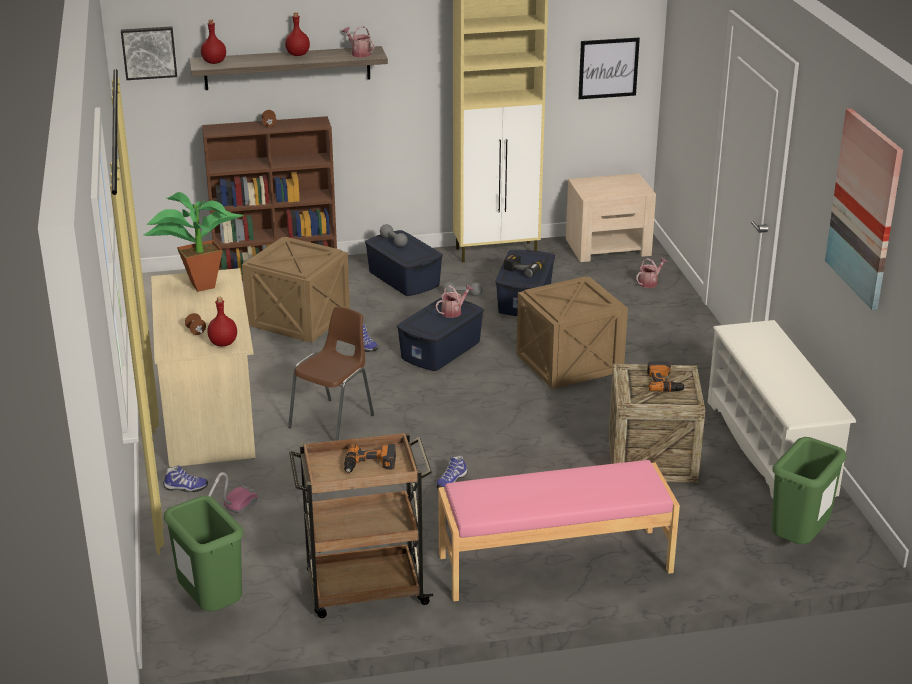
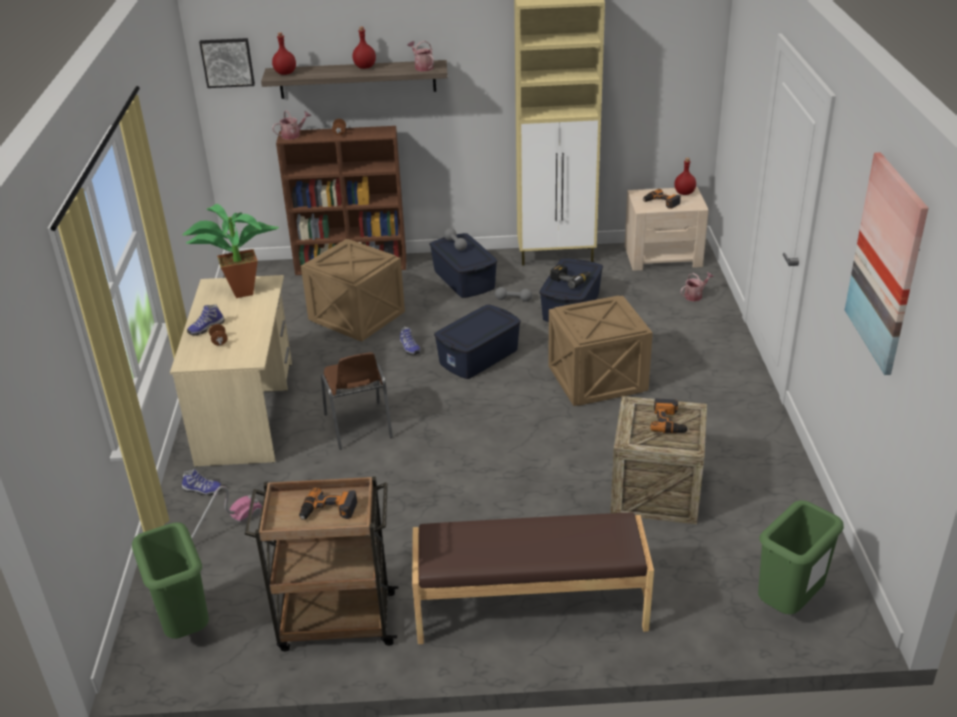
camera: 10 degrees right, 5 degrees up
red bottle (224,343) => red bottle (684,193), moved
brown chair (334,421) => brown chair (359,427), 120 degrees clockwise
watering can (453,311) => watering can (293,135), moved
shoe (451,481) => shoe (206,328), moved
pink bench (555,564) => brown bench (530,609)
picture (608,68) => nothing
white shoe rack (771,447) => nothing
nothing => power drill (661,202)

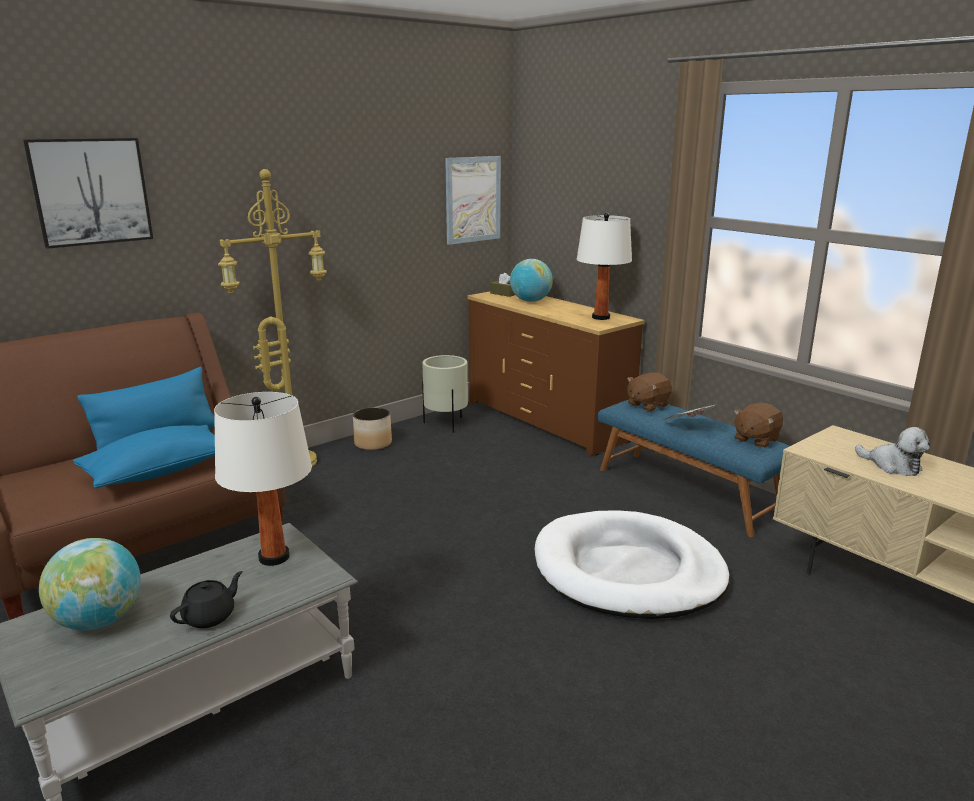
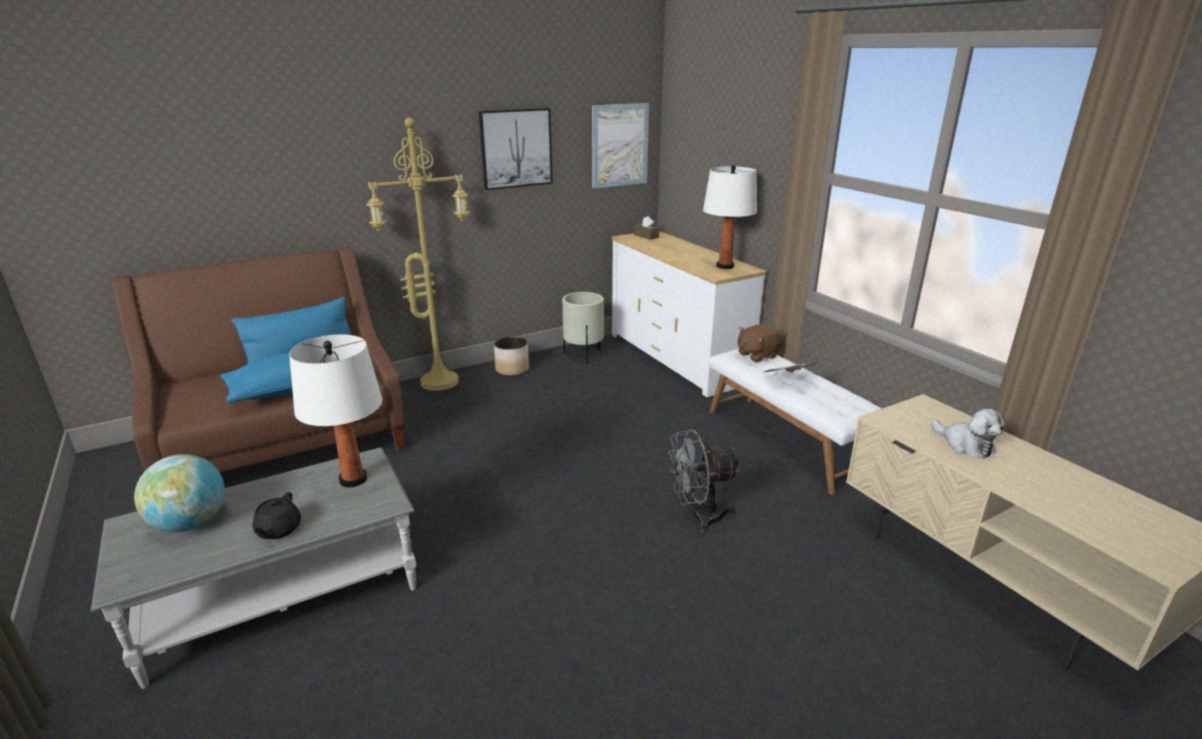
camera: 10 degrees right, 5 degrees up
picture (91,191) => picture (516,148), moved
black teapot (210,616) => black teapot (278,530), 135 degrees clockwise
brown dresser (547,420) => white dresser (677,358)
globe (530,301) => nothing
white dog bed (628,571) => grey fan (698,516)
blue bench (688,491) => white bench (786,441)
brown plush toy (755,439) => nothing

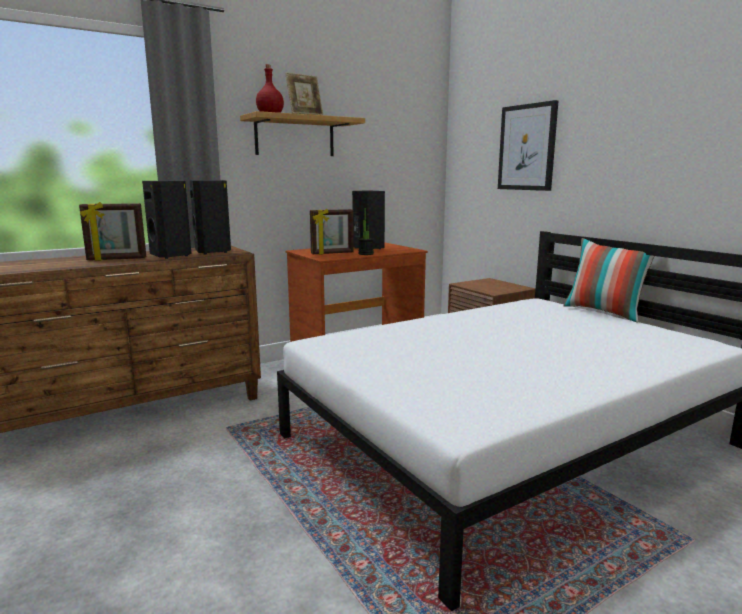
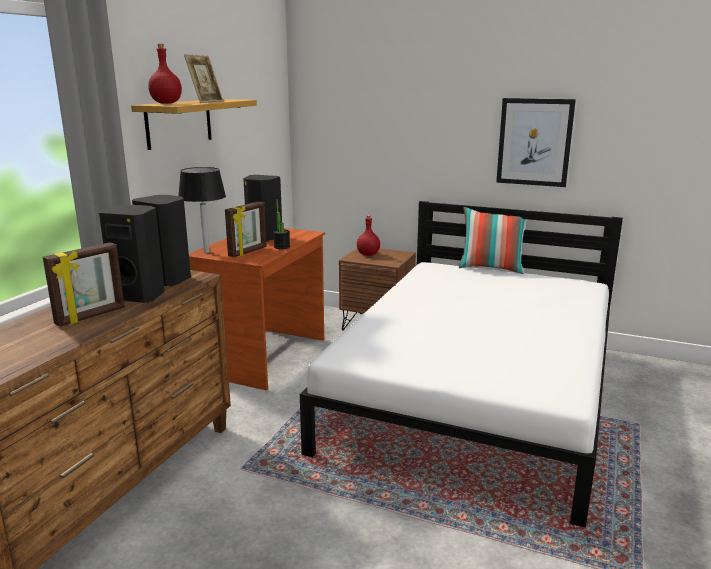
camera: 35 degrees left, 5 degrees up
picture (527,147) => picture (534,142), moved
nothing => black table lamp (206,252)
nothing => red bottle (368,254)

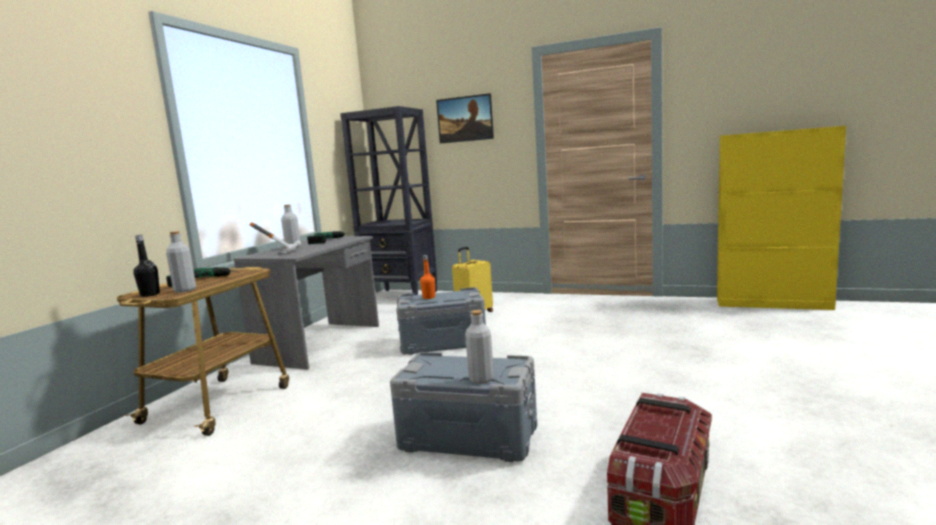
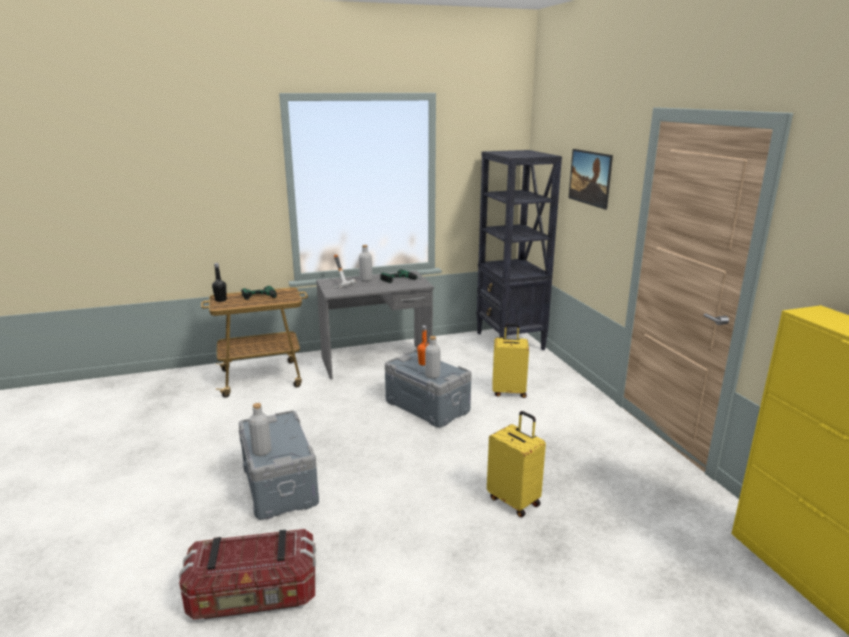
camera: 50 degrees right, 10 degrees up
grey bottle (185,290) => grey bottle (432,375), moved
nothing => yellow suitcase (514,500)

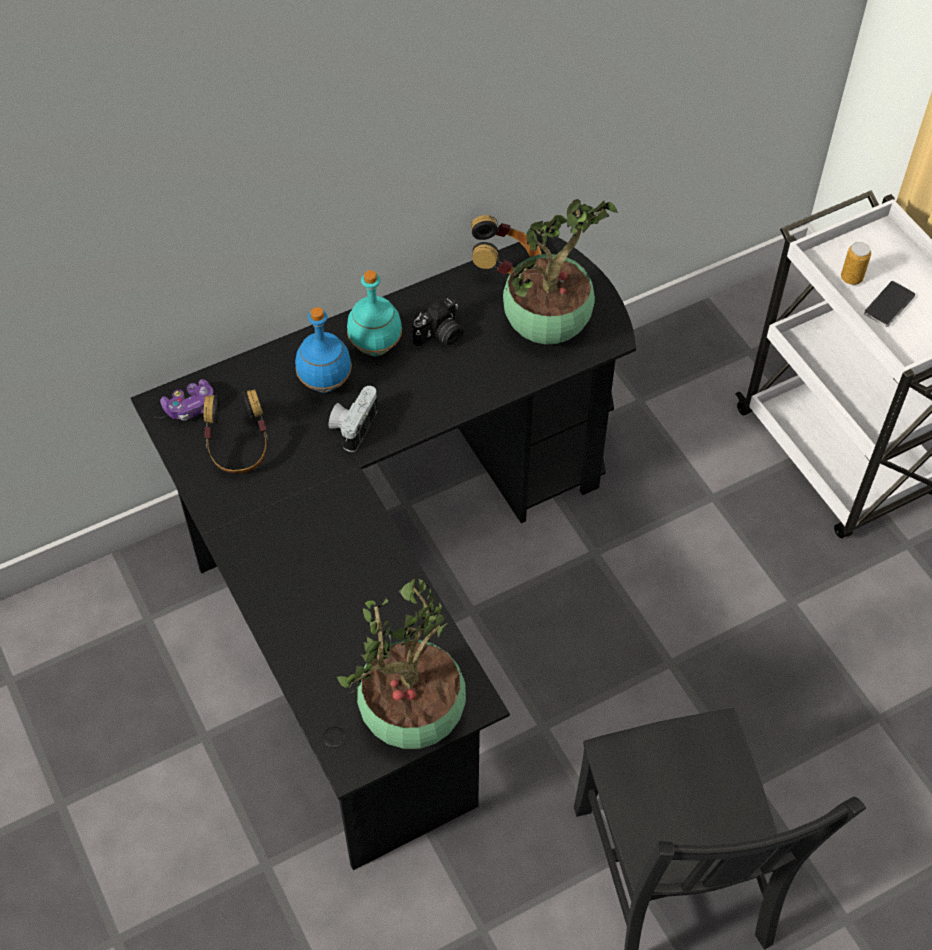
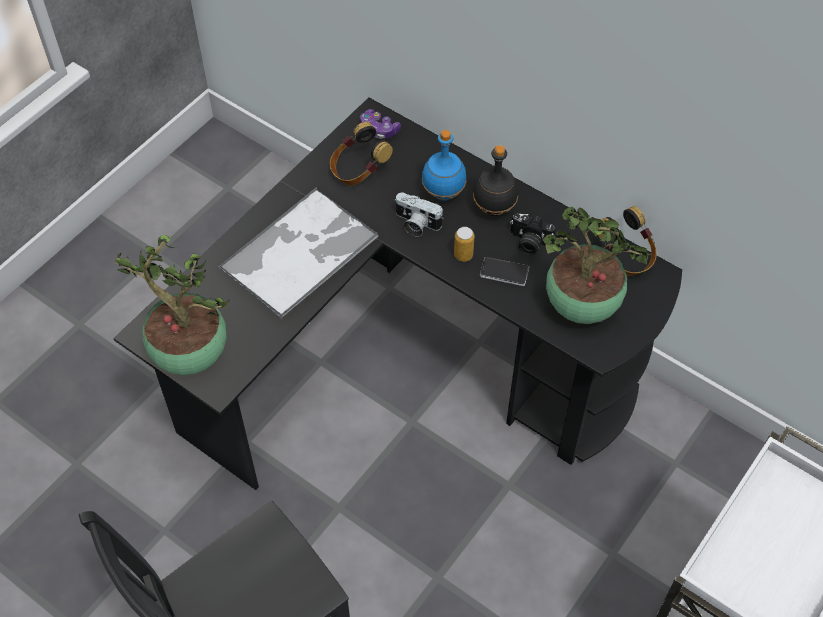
camera: 65 degrees right, 0 degrees up
photo camera (353,425) => photo camera (415,224), 150 degrees counterclockwise
turquoise bottle (376,346) => black bottle (495,208)
can (851,278) => can (463,255), moved
phone (889,305) => phone (504,272), moved
nothing => tray (300,252)

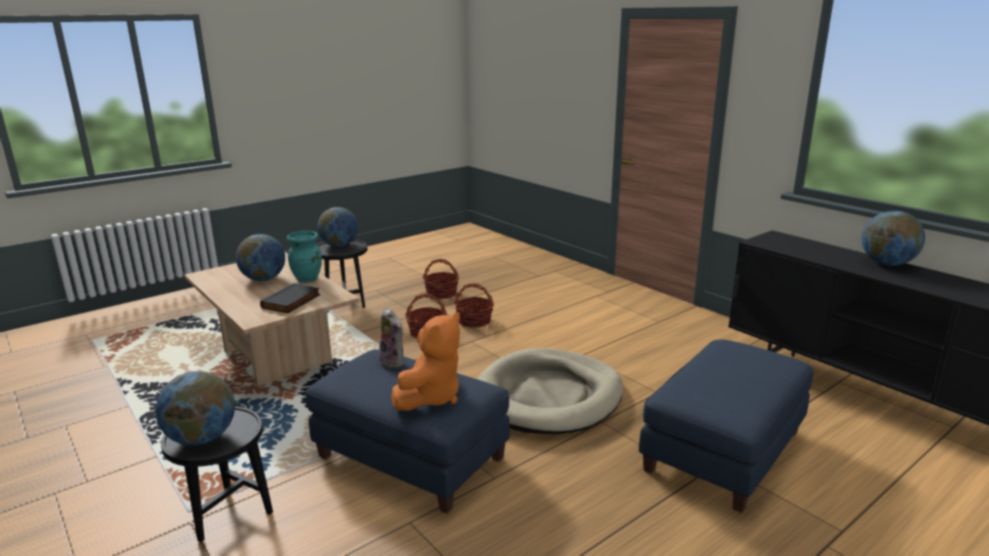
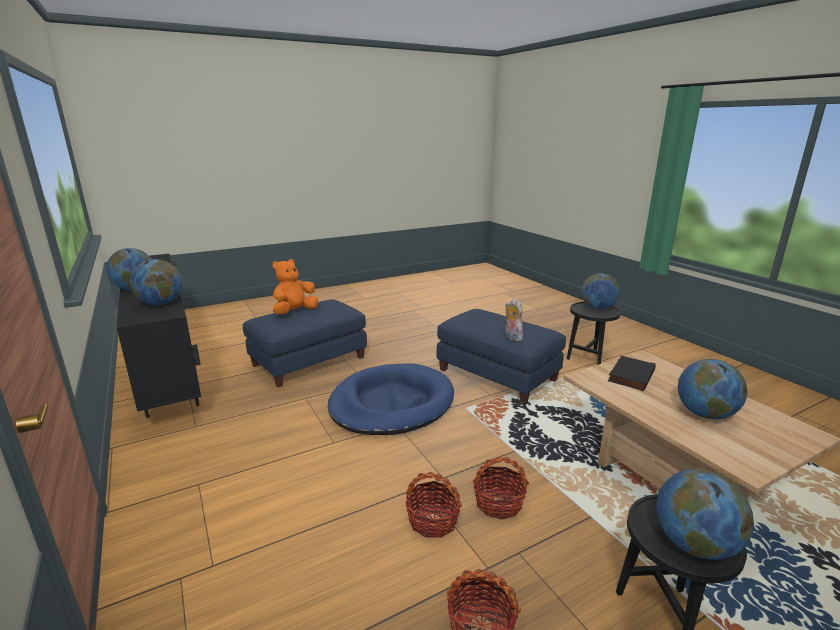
camera: 170 degrees left, 0 degrees up
turquoise vase (307,279) => nothing
orange plush toy (431,397) => orange plush toy (295,312), moved
beige dog bed (548,396) => blue dog bed (391,403)
nothing => globe (160,304)

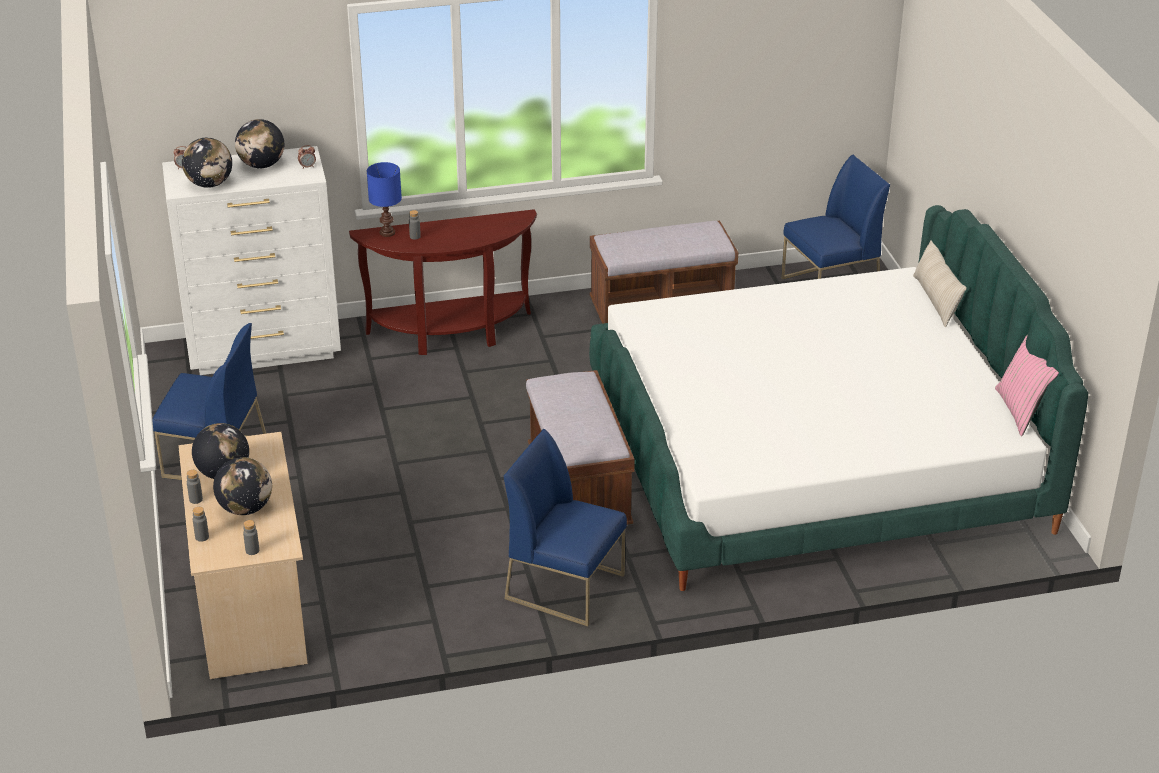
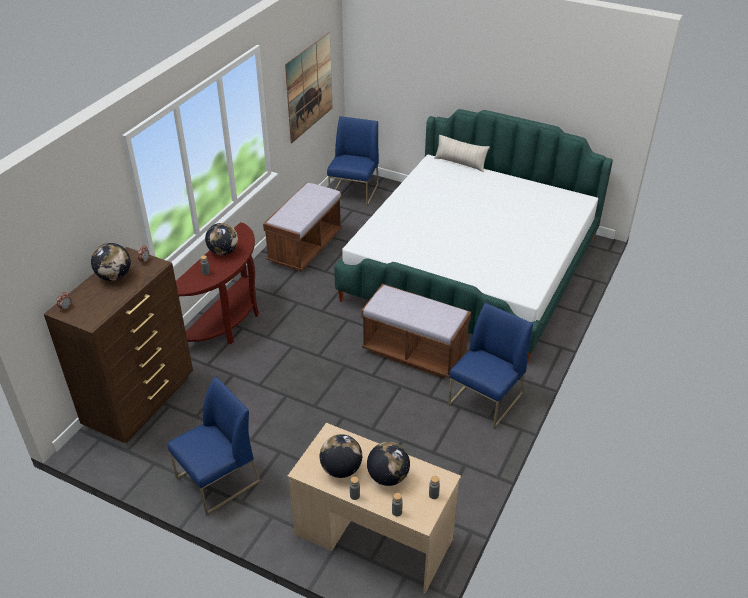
camera: 50 degrees left, 5 degrees up
white dresser (265,350) => brown dresser (141,401)
globe (210,184) => globe (223,252), moved
blue table lamp (387,232) => nothing
blue chair (566,586) => blue chair (485,400), 150 degrees clockwise
pink pillow (1021,411) => nothing
nothing => picture (309,87)

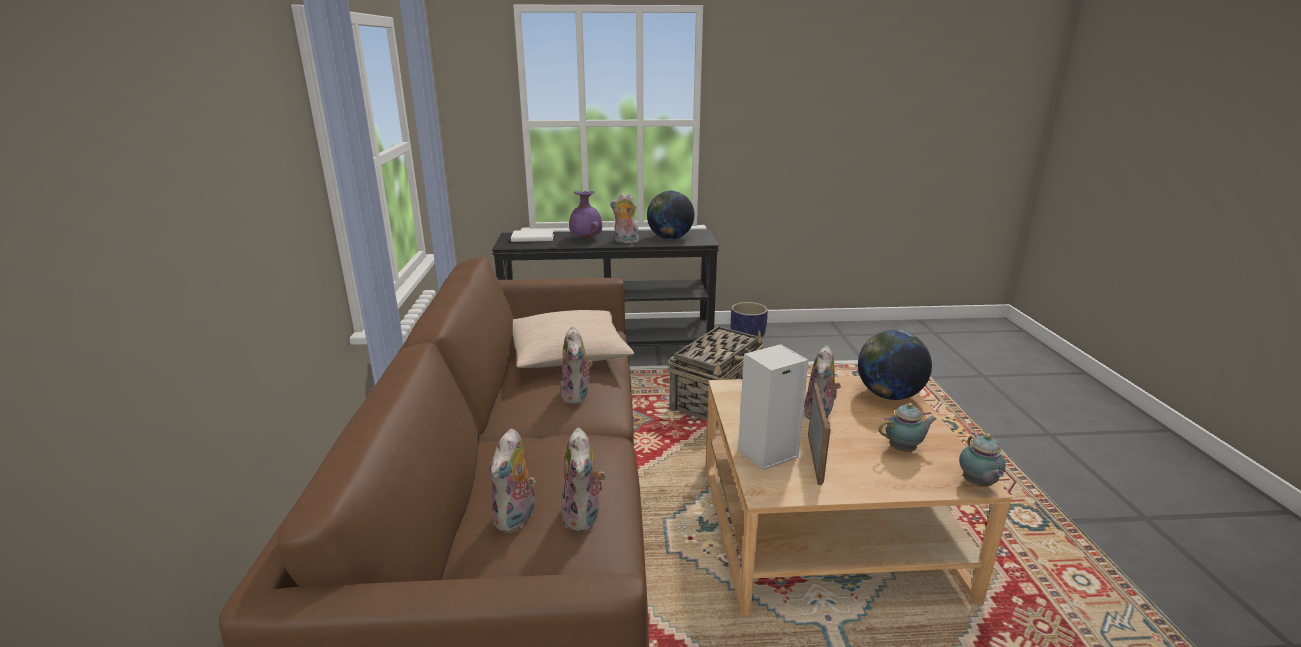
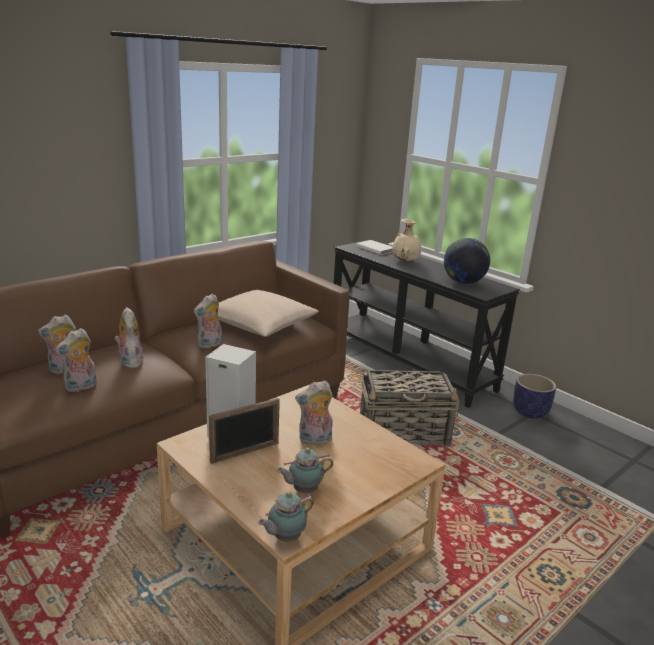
camera: 50 degrees right, 0 degrees up
purple vase (586,238) => beige vase (406,261)
plush toy (625,241) => plush toy (130,361), moved
globe (888,395) => nothing
teapot (904,449) => teapot (303,490), 120 degrees clockwise

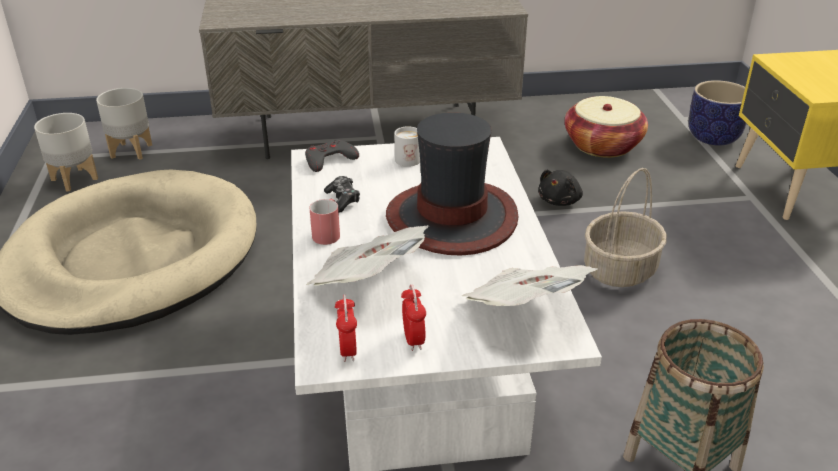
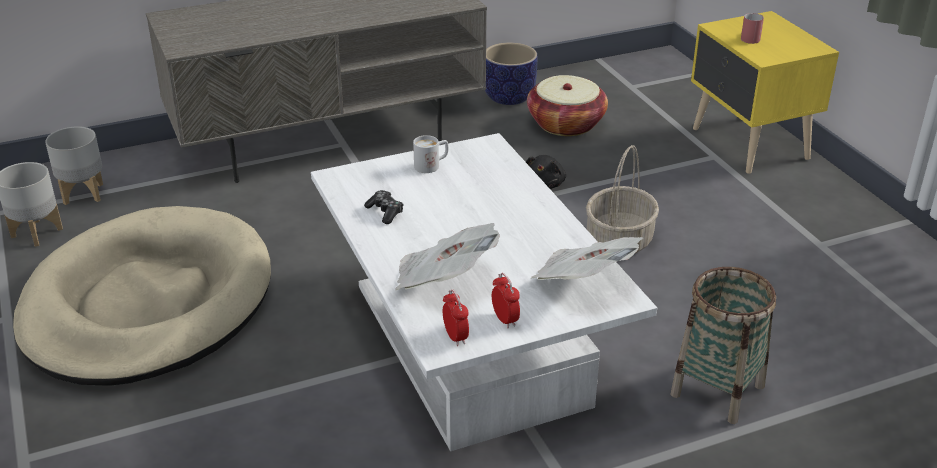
camera: 15 degrees left, 0 degrees up
grey game controller (329,160) => nothing
red mug (328,232) => red mug (749,37), moved
hat (452,218) => nothing
planter (712,137) => planter (508,97), moved

